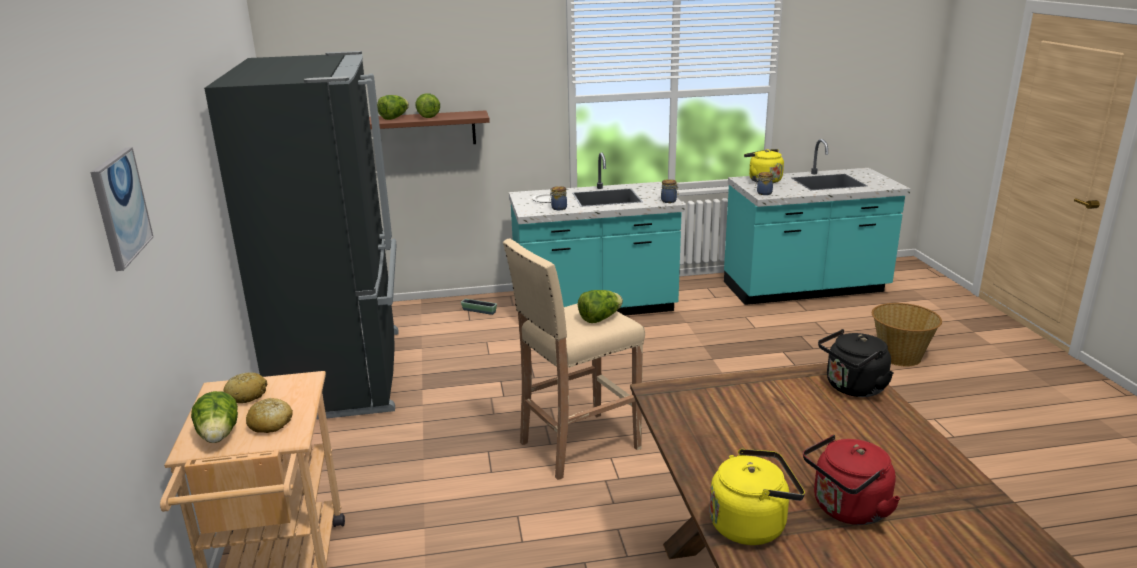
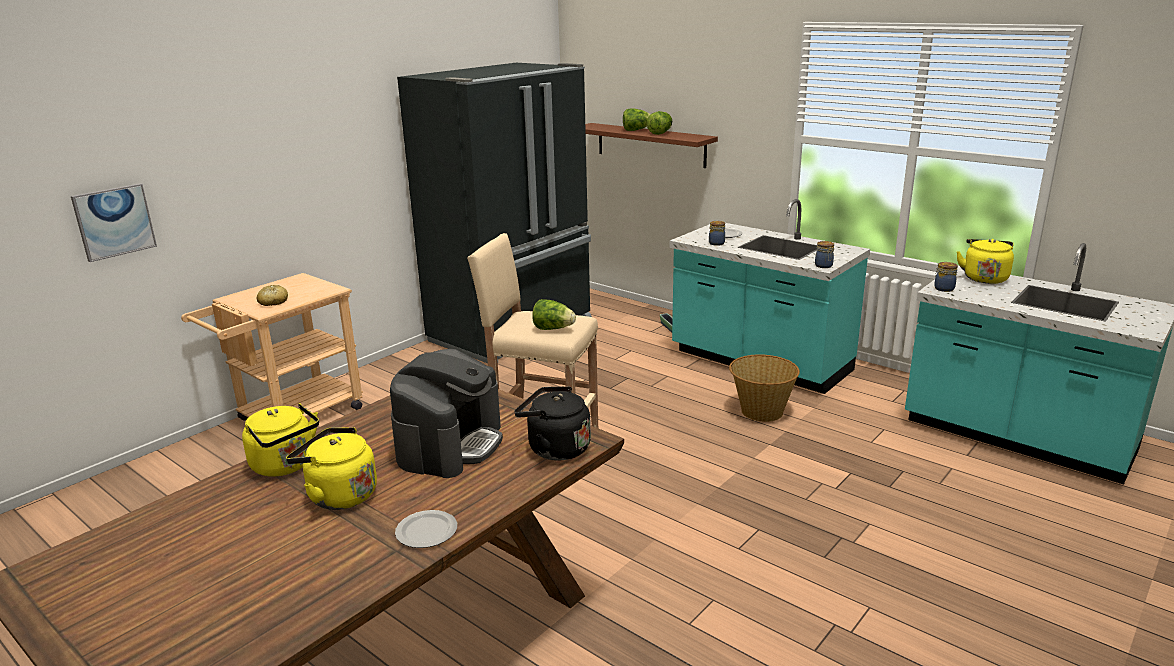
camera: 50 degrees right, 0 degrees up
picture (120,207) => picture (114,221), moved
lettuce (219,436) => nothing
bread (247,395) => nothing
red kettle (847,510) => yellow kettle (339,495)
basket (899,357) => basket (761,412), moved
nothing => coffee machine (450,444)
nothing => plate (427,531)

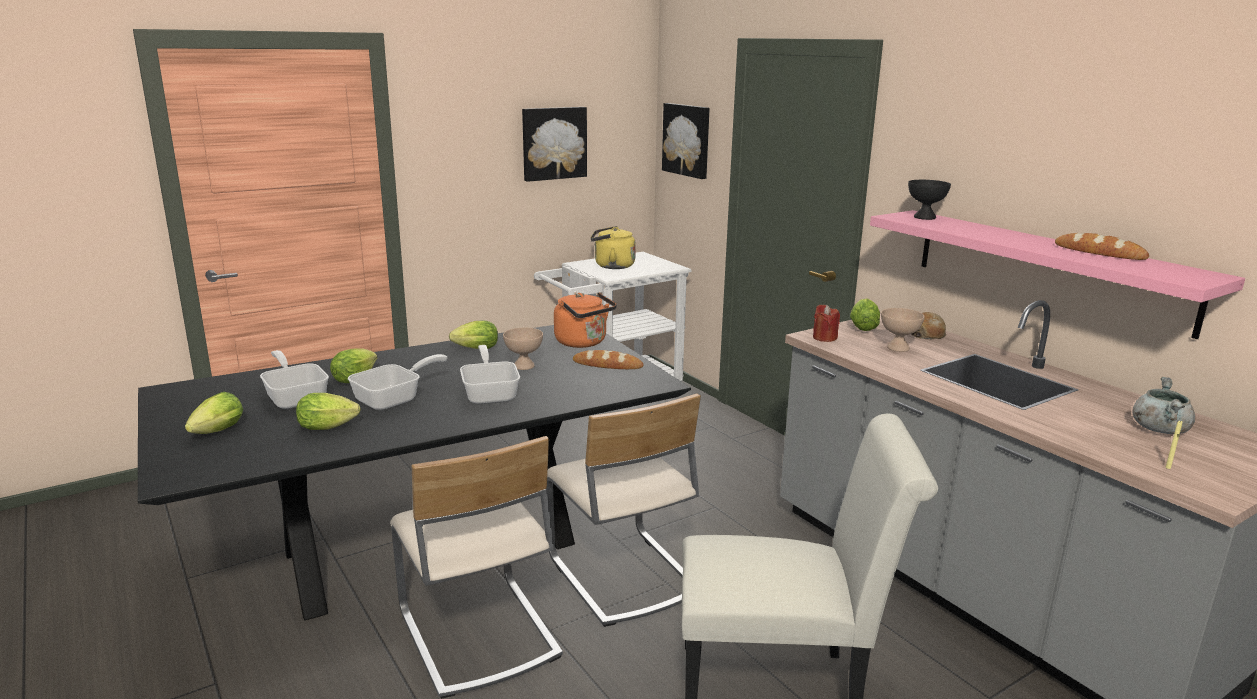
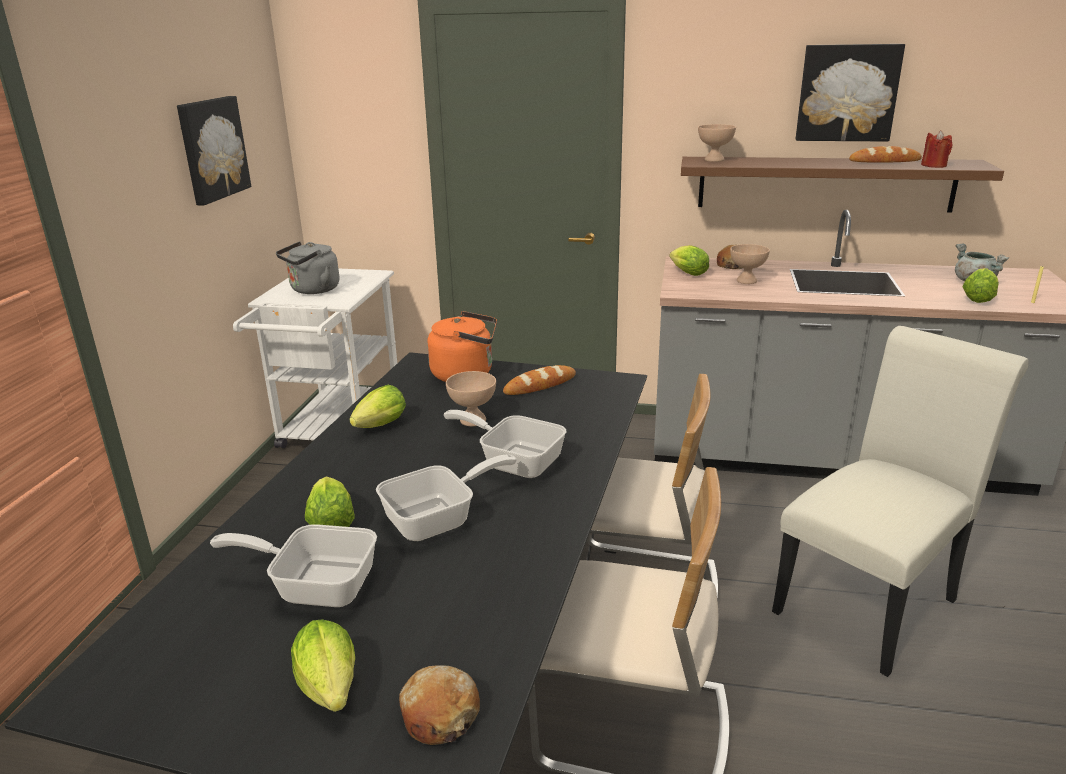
camera: 45 degrees left, 5 degrees up
lettuce (331,427) => lettuce (978,298), moved
frying pan (394,399) => frying pan (439,519), 60 degrees clockwise
yellow kettle (611,266) => grey kettle (312,290)
picture (687,140) => picture (847,93), moved
red candle (824,338) => red candle (934,165), moved
pink shelf (1047,268) => brown shelf (824,184)
black bowl (925,217) => beige bowl (714,160)
nothing => bread (439,714)

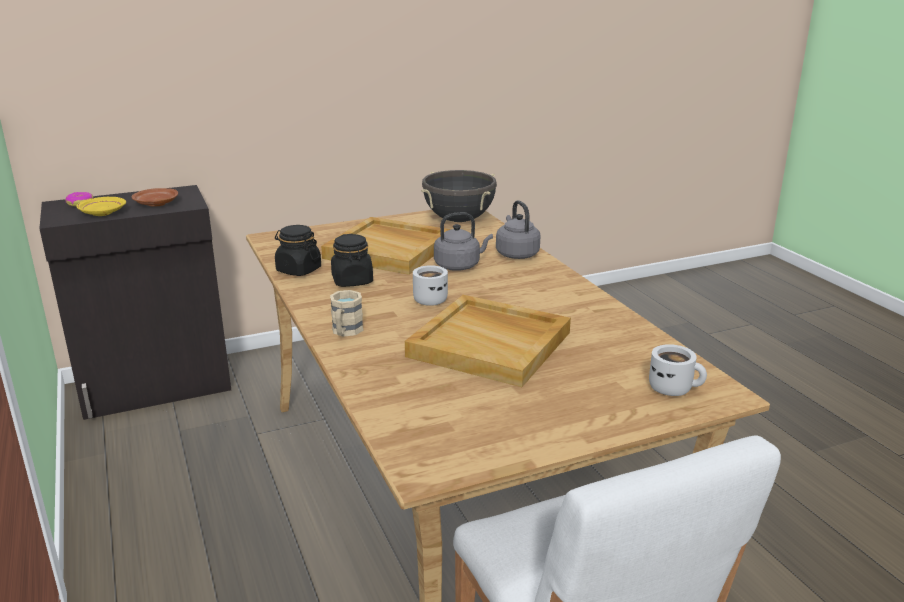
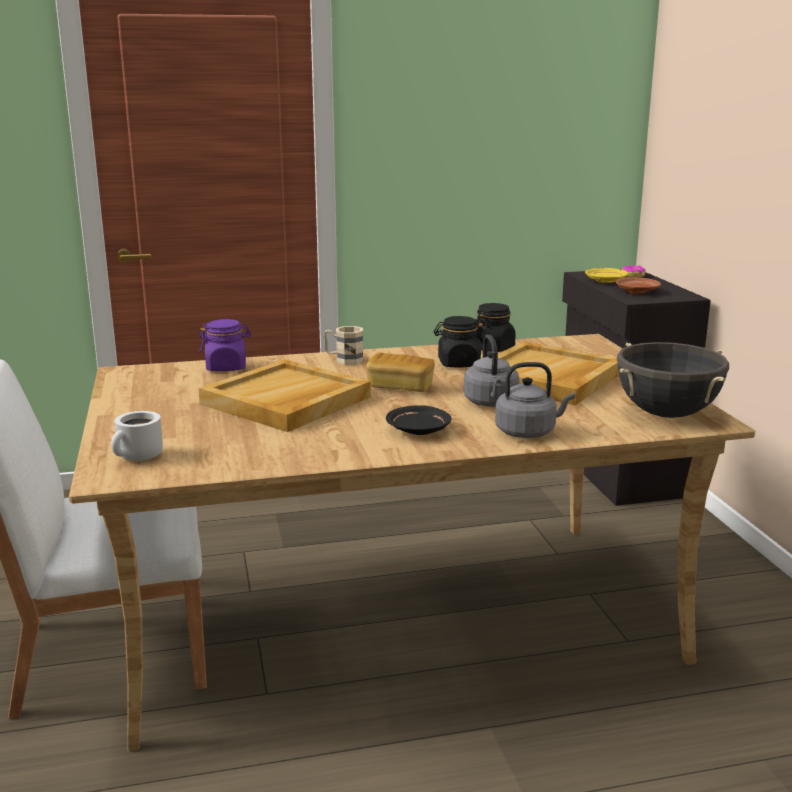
camera: 100 degrees right, 5 degrees down
white mug (431,299) => bread (400,387)
nothing => purple jar (226,367)
nothing => black plate (418,430)

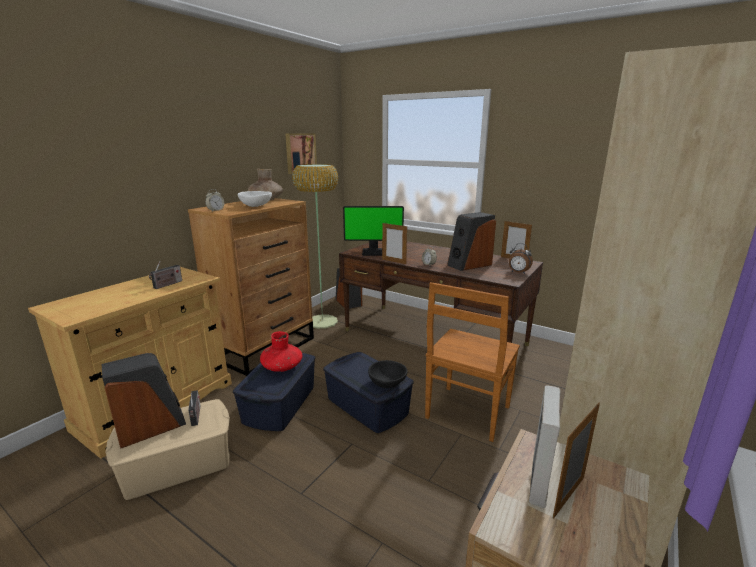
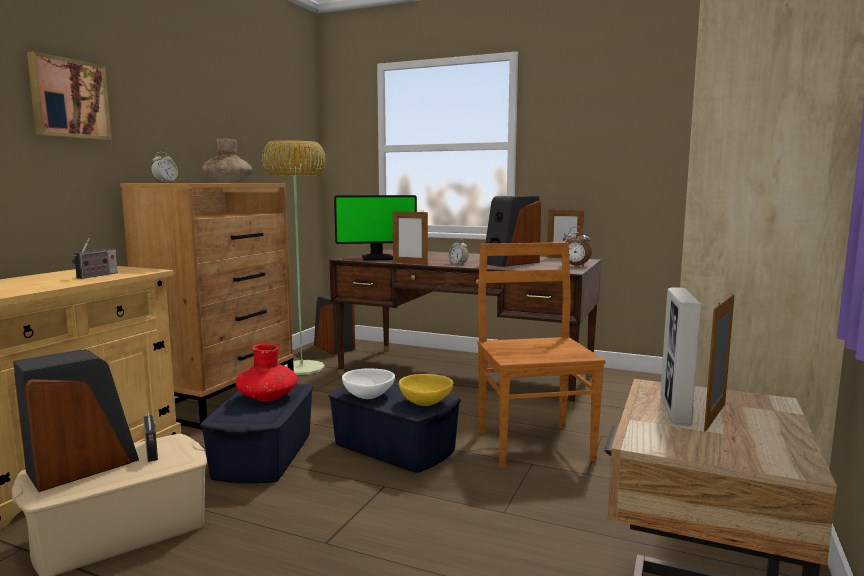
camera: 10 degrees left, 10 degrees down
white bowl (255,206) => white bowl (368,396), moved
picture (300,153) => picture (68,98), moved
black bowl (387,383) => yellow bowl (425,402)
brown chair (466,413) => brown chair (533,444), 150 degrees clockwise

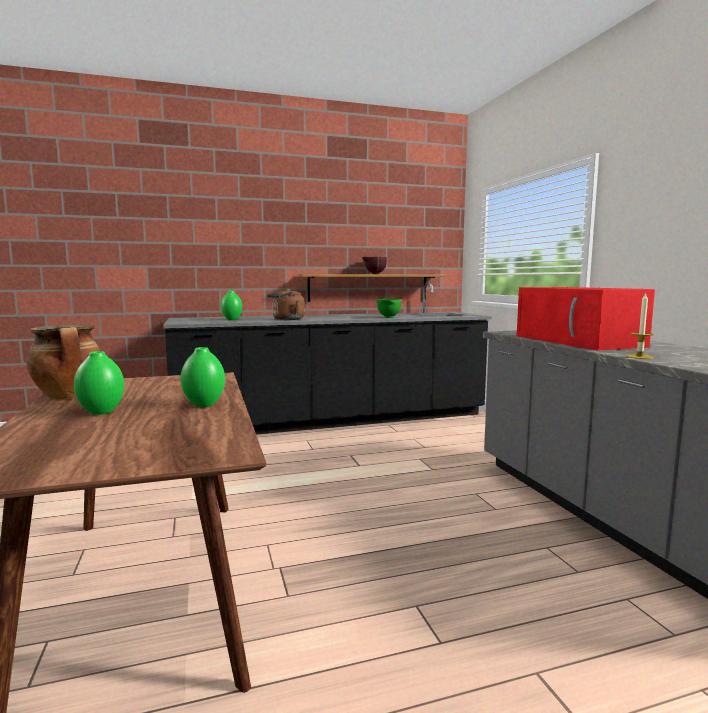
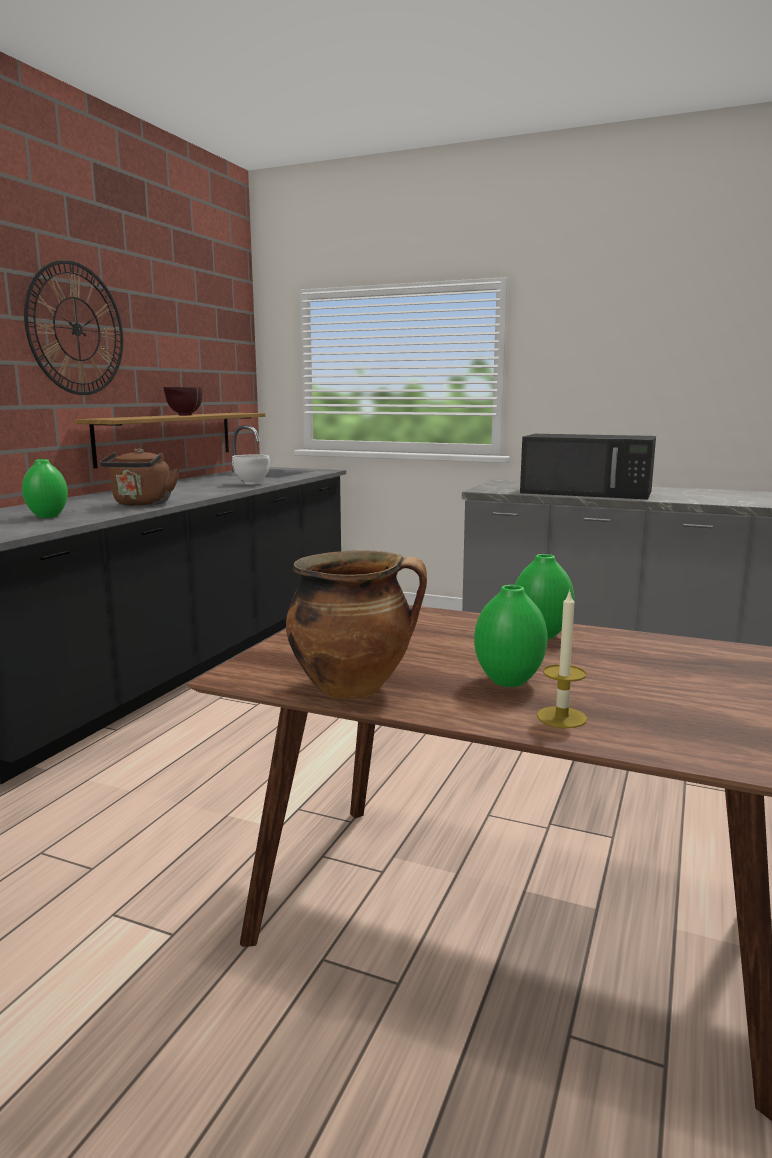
camera: 50 degrees left, 5 degrees up
green bowl (388,317) => white bowl (252,484)
red microwave (578,341) => black microwave (588,492)
candle (639,357) => candle (561,717), moved
nothing => wall clock (76,329)

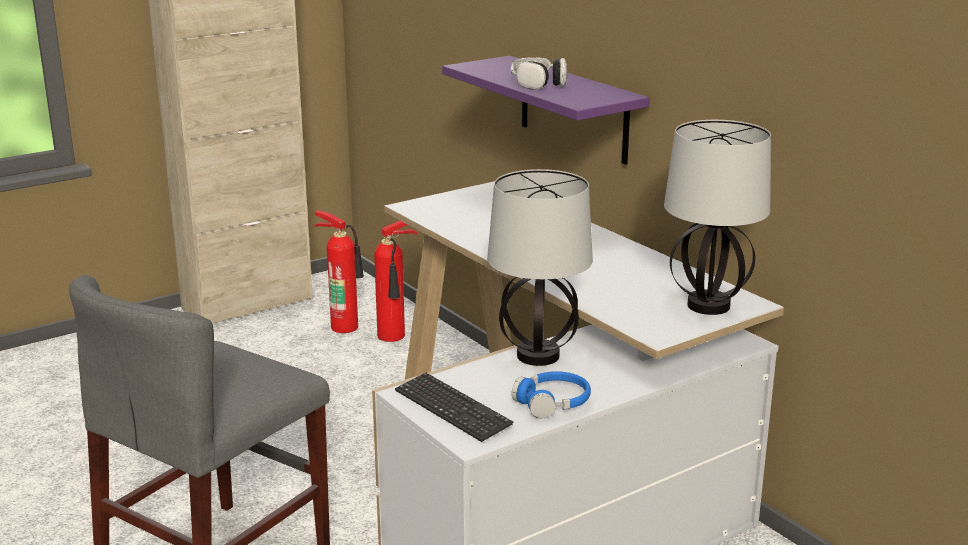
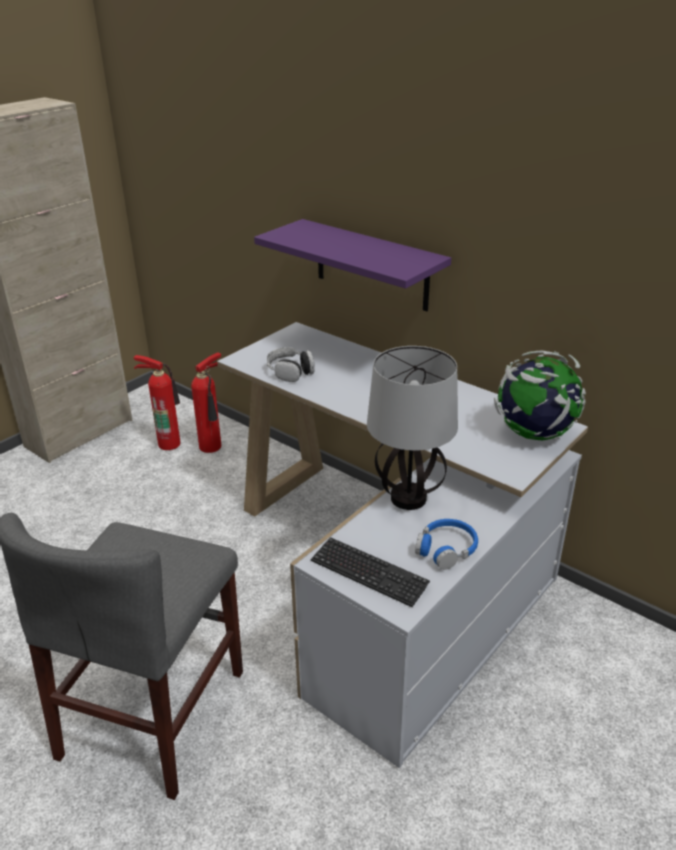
camera: 15 degrees left, 10 degrees up
headphones (538,83) => headphones (290,371), moved
table lamp (709,305) => globe (534,434)

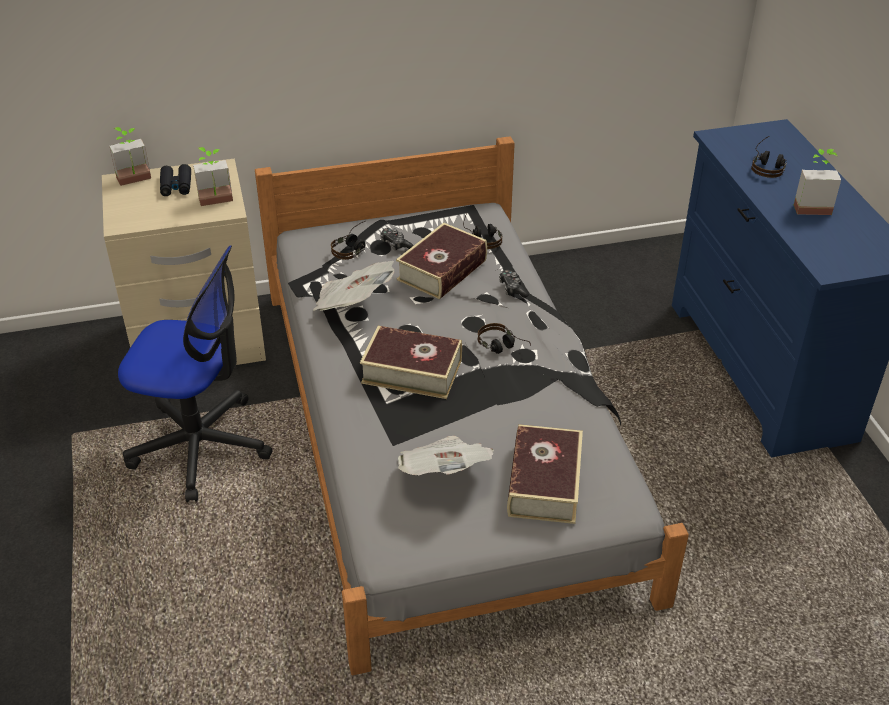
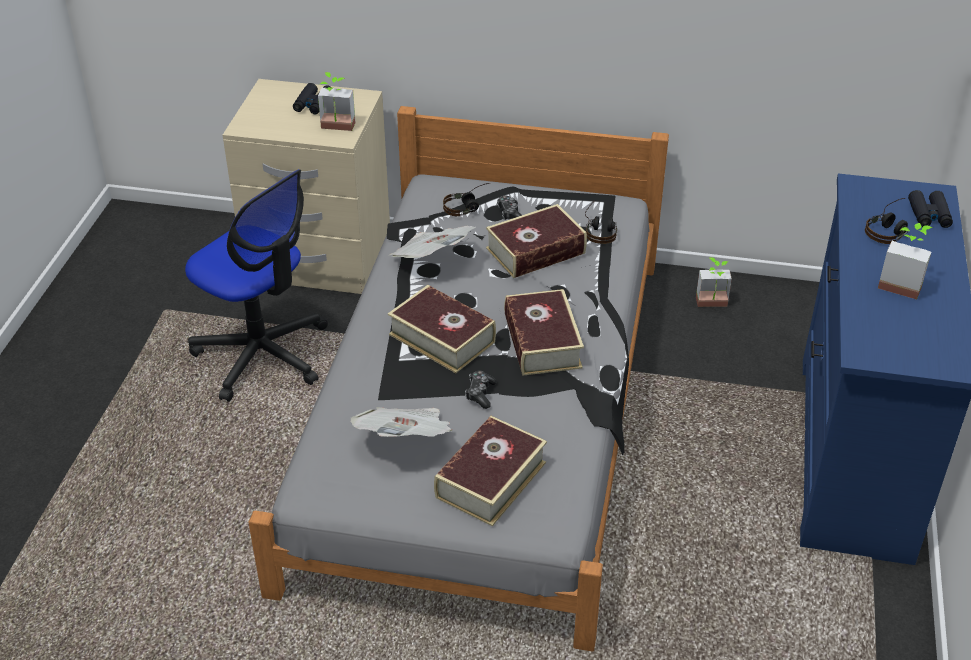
camera: 25 degrees right, 0 degrees up
potted plant (135,181) => potted plant (712,306), moved
headphones (503,347) => book (542,342)
game controller (512,288) => game controller (480,393), moved
nothing => black binoculars (929,215)

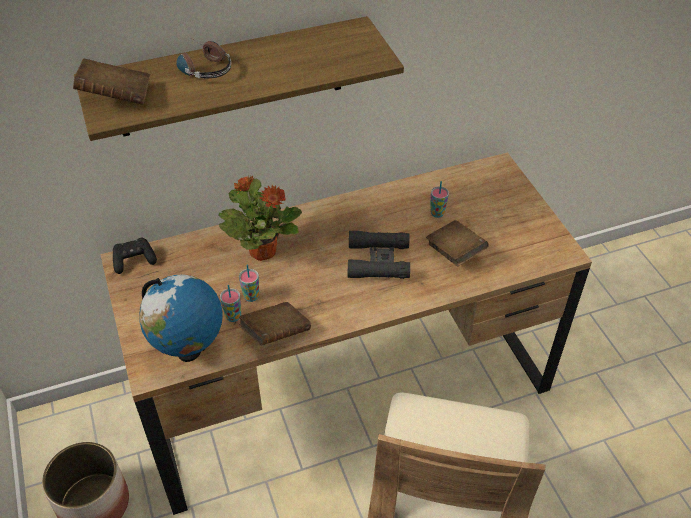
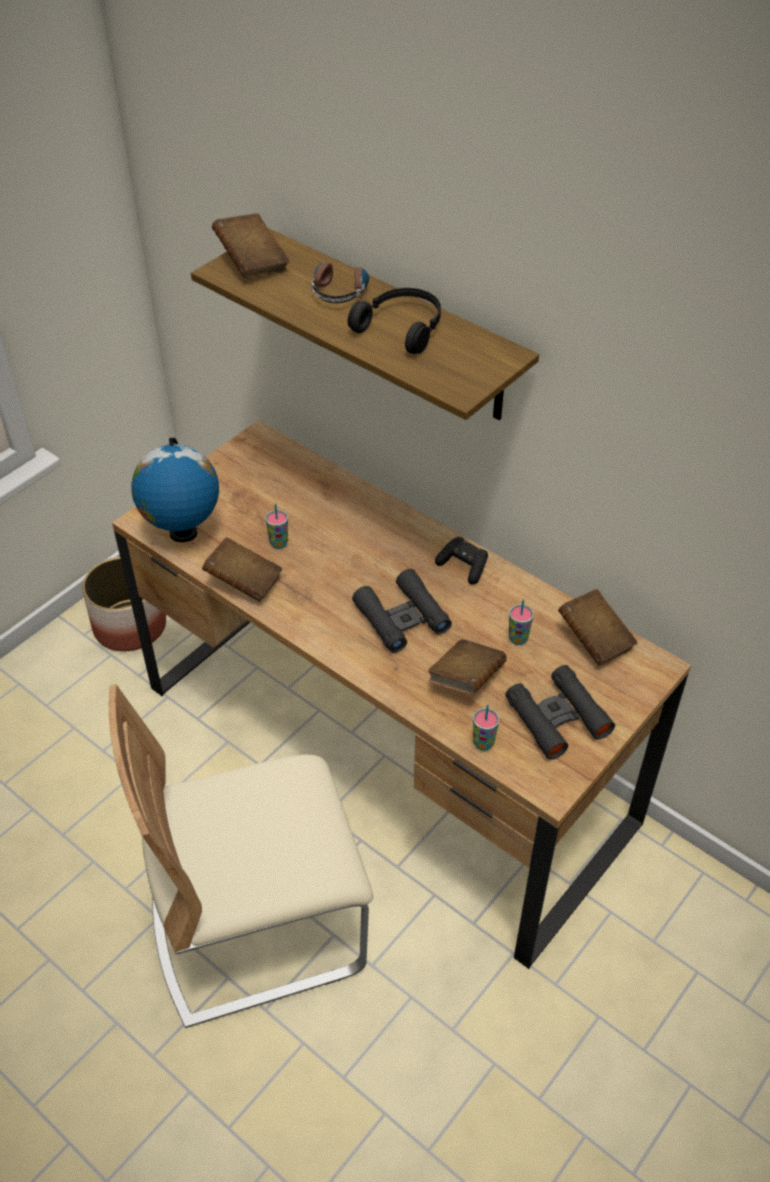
camera: 60 degrees right, 0 degrees up
black game controller (134,260) => black game controller (463,566), moved
potted plant (262,250) => nothing
cup (233,316) => cup (483,743), moved
nothing => black headphones (402,327)
nothing => black binoculars (557,718)
nothing => brown book (594,639)

